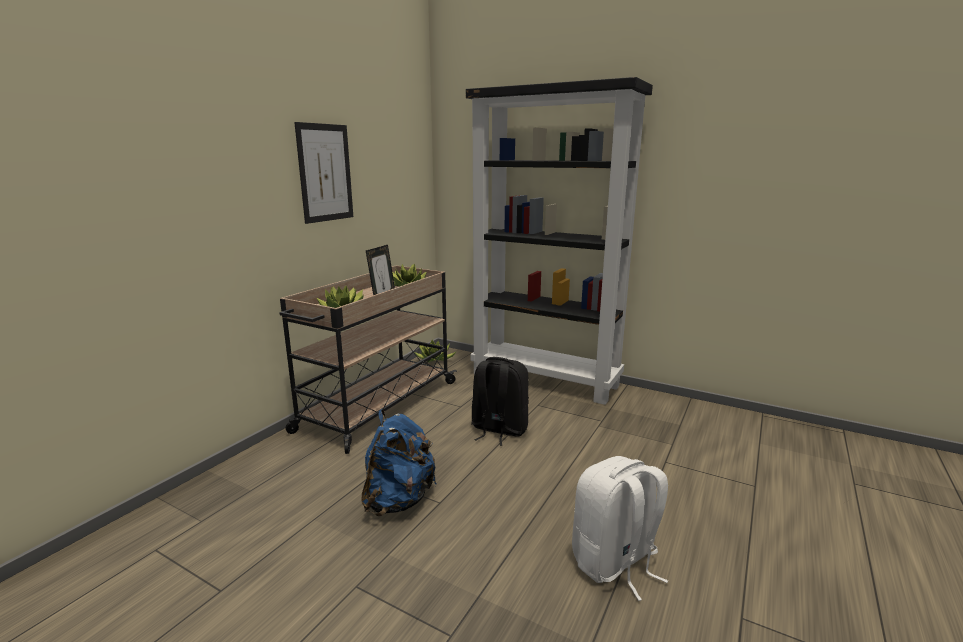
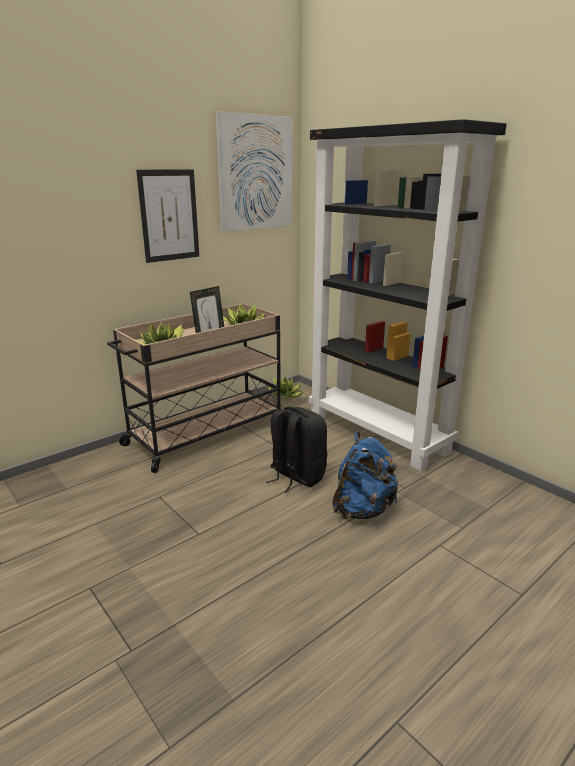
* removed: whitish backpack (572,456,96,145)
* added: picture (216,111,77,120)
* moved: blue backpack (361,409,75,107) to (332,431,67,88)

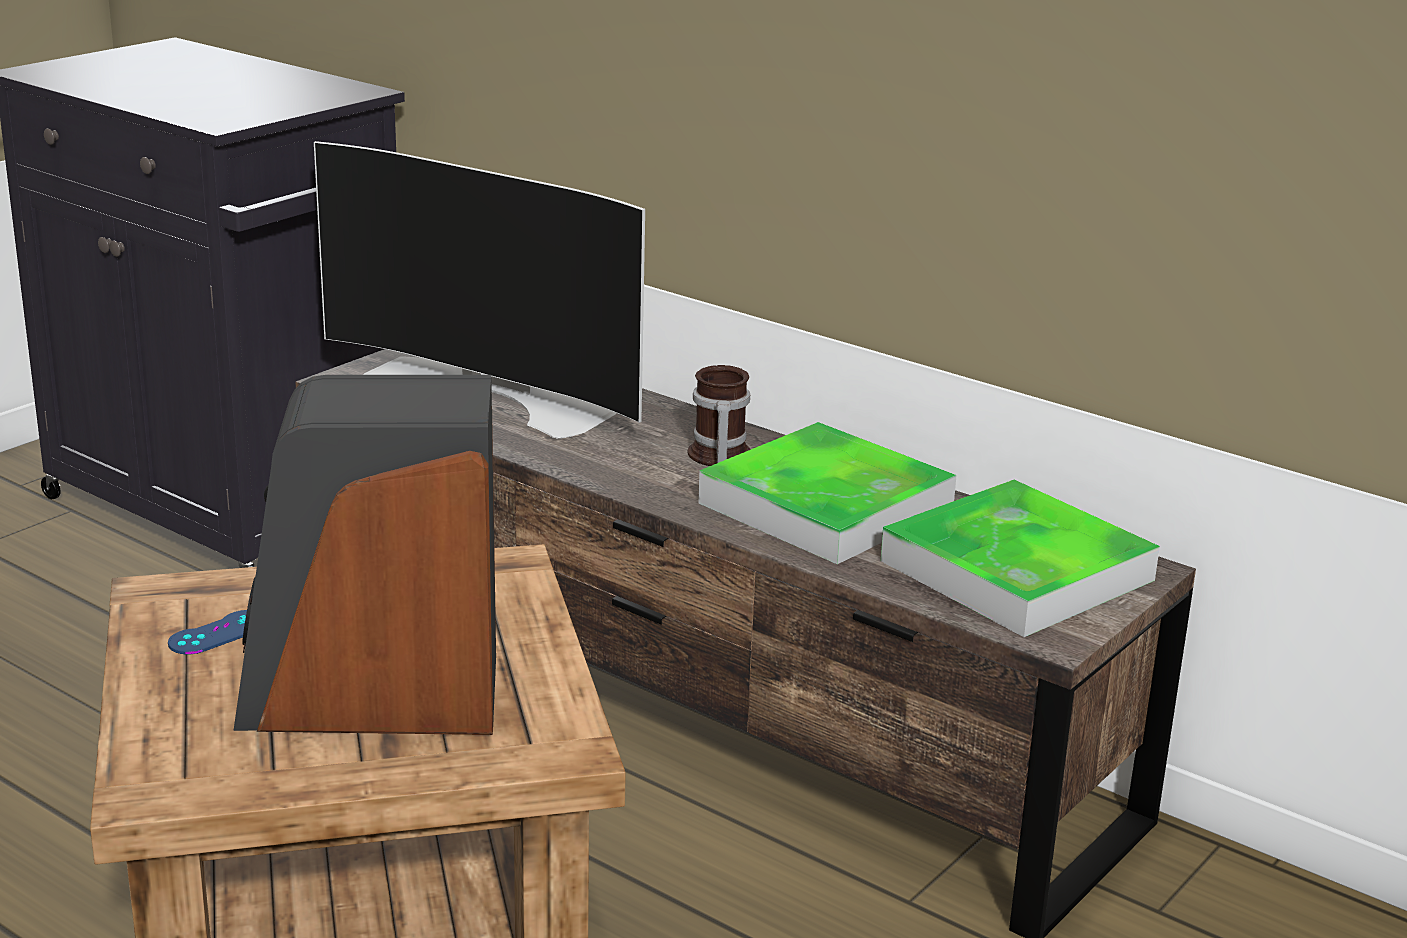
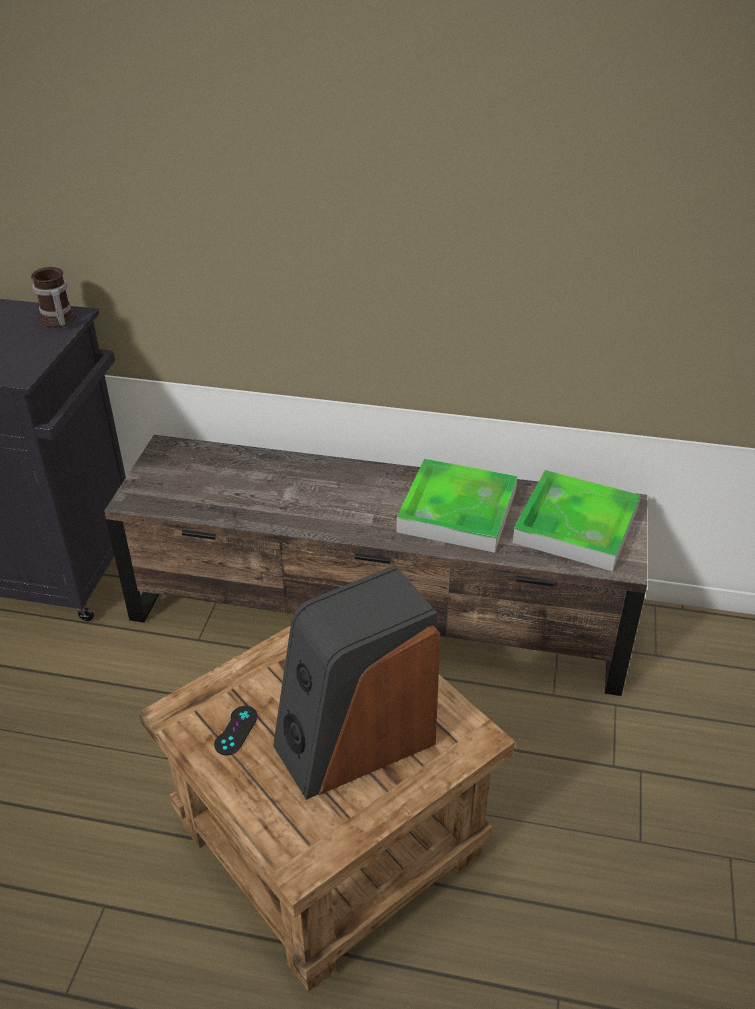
* removed: TV (314,141,331,298)
* moved: mug (687,365,64,101) to (31,267,45,61)
* recoloured: blue game controller (168,610,79,44) to black-coloured game controller (214,706,44,49)

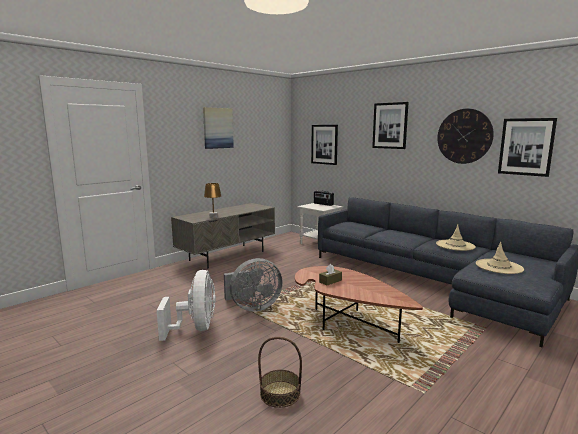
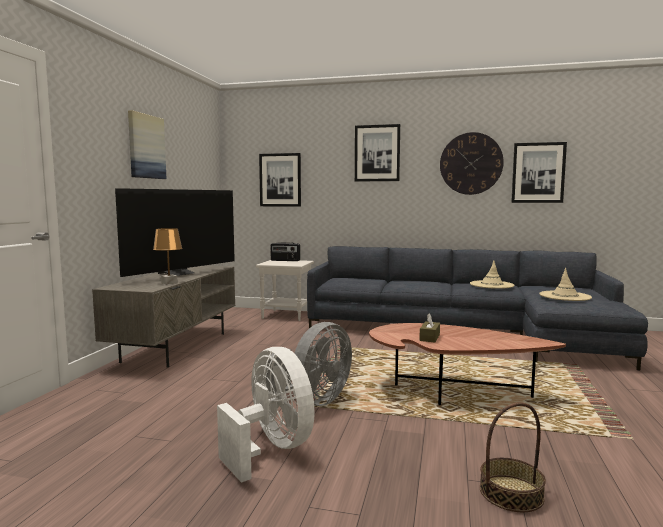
* added: TV (115,188,120,89)

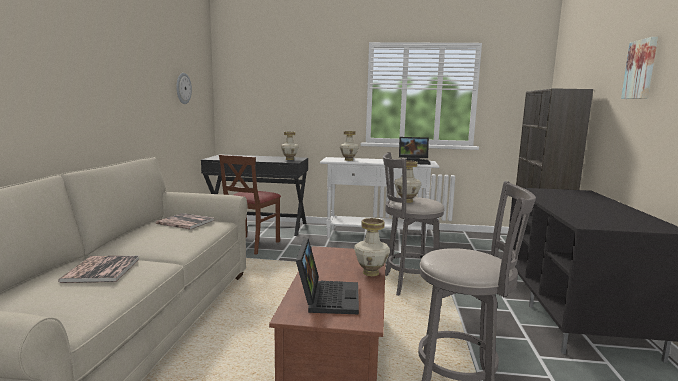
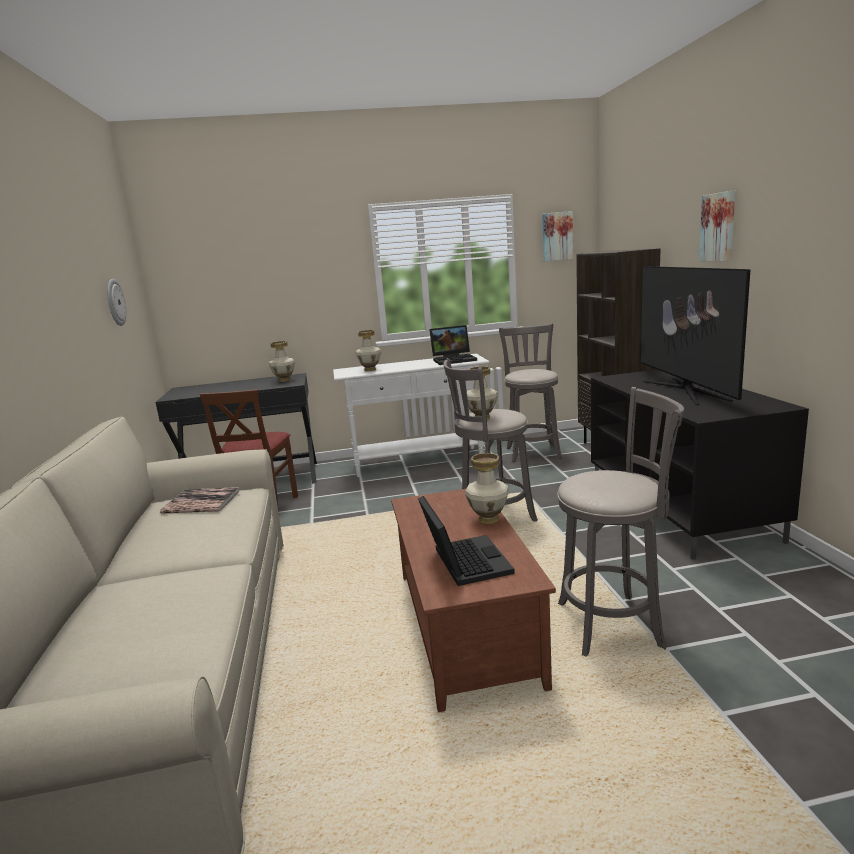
* removed: volume (58,256,82,27)
* added: gray stool seat (499,324,63,138)
* added: picture (542,211,31,50)
* added: TV (640,266,110,139)

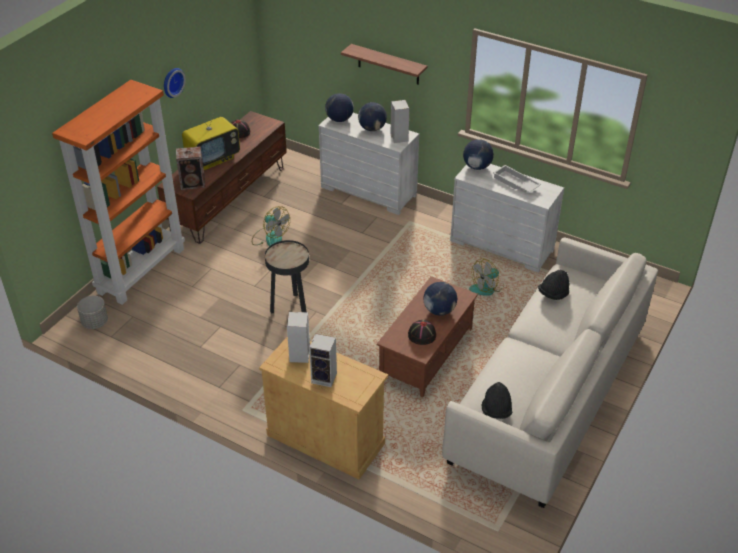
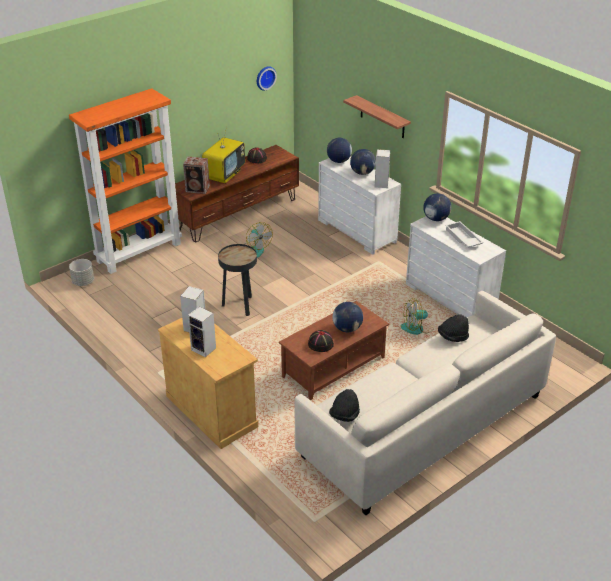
* moved: clock on the wall (164,68,22,30) to (257,66,20,25)
* turned: TV (182,107,58,63) = (202,127,43,56) 45 degrees counterclockwise

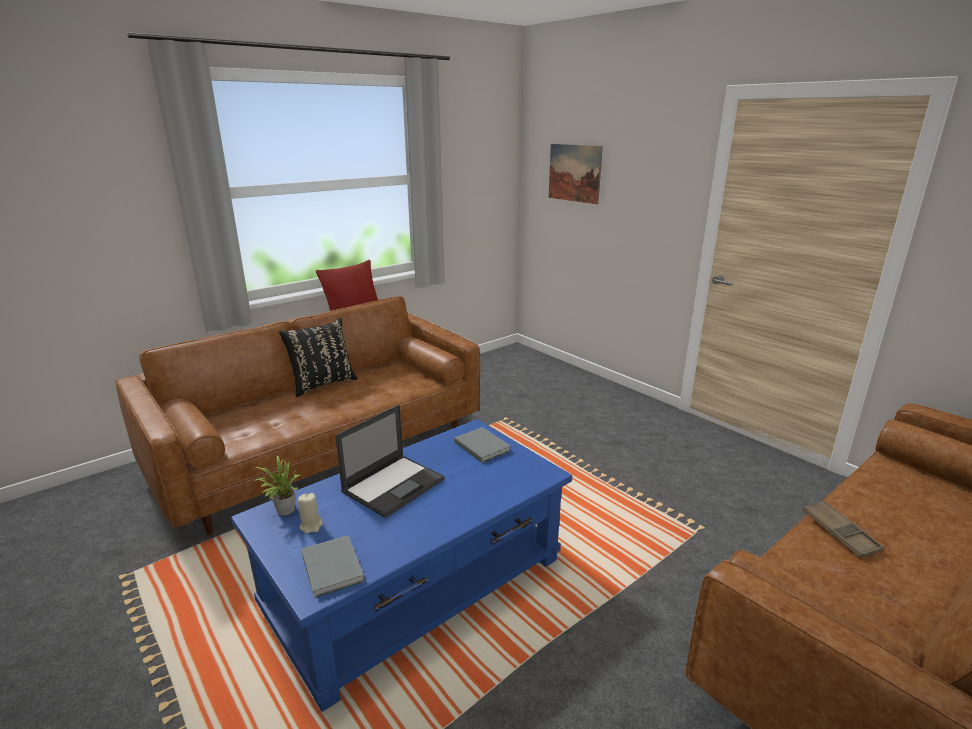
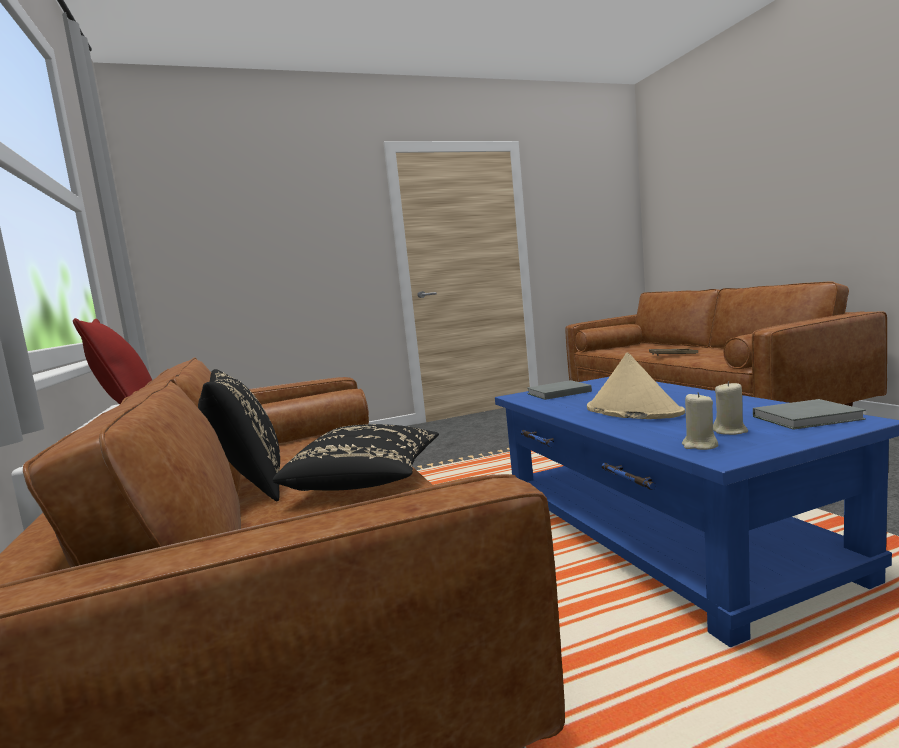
* removed: picture (549,144,54,60)
* added: black-coloured cushion (272,424,167,67)
* replaced: houseplant (255,454,45,61) to sand-coloured wax candle (682,392,36,58)
* replaced: laptop (335,405,110,113) to sand-coloured clothing hat (587,352,98,67)

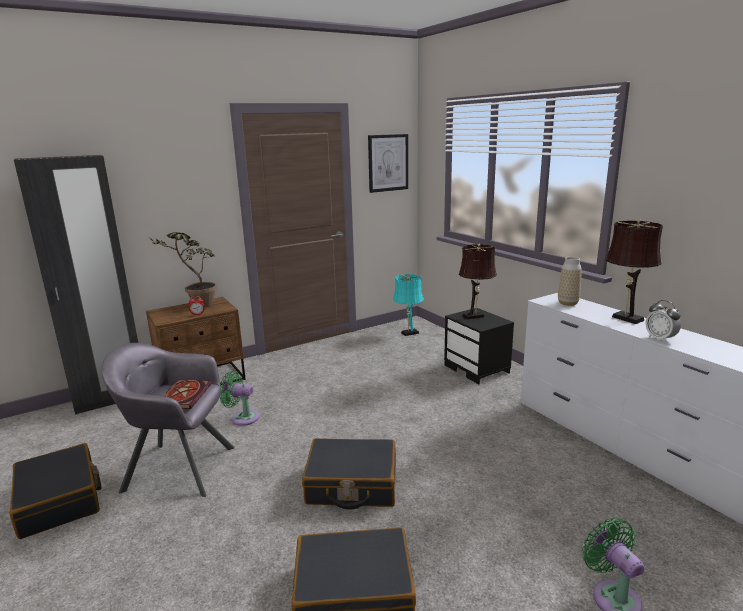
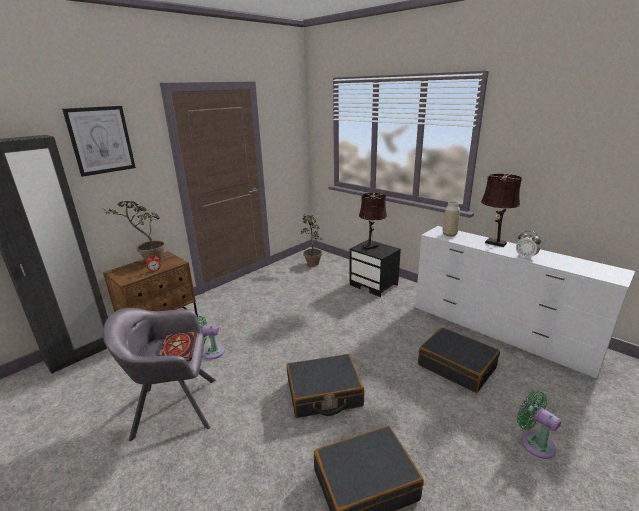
* moved: black-coloured travel case (10,443,91,96) to (418,327,82,66)
* moved: picture (368,134,40,59) to (62,106,74,71)
* replaced: turquoise tabletop lamp (393,274,31,62) to houseplant (300,214,23,52)

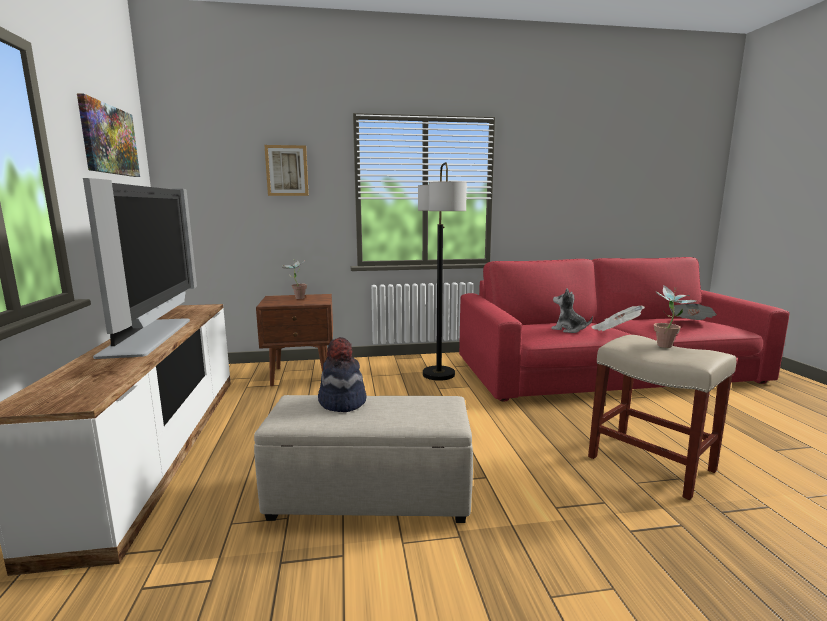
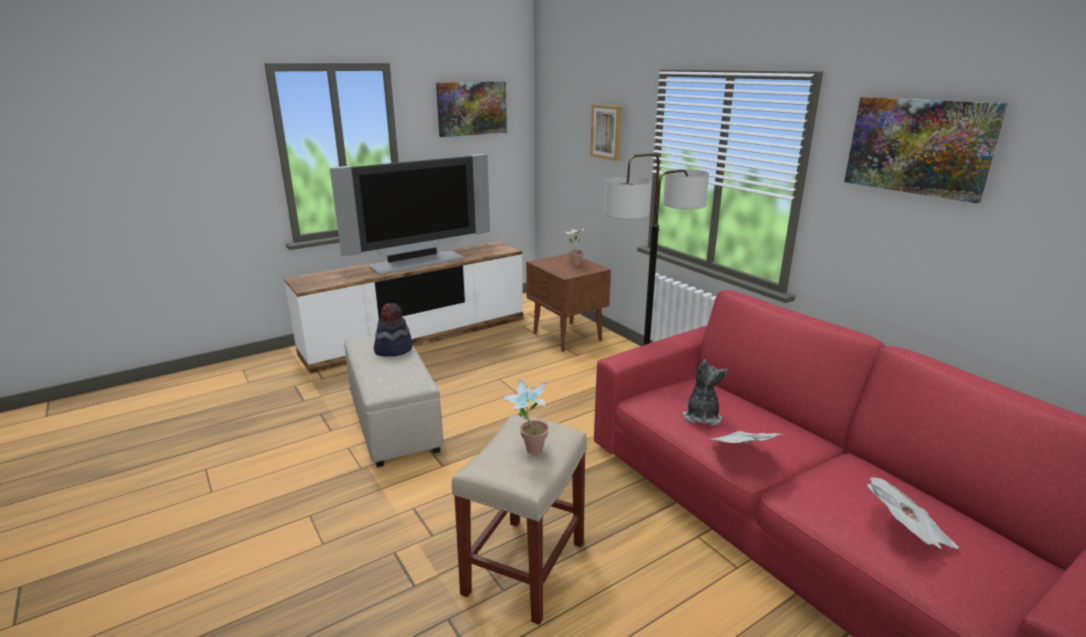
* added: picture (844,97,164,106)

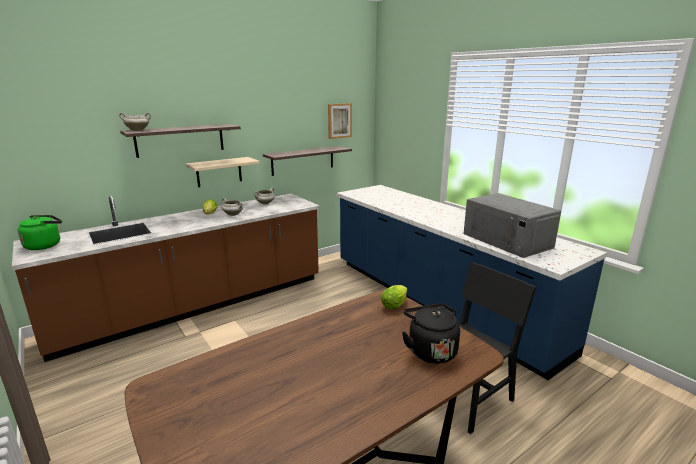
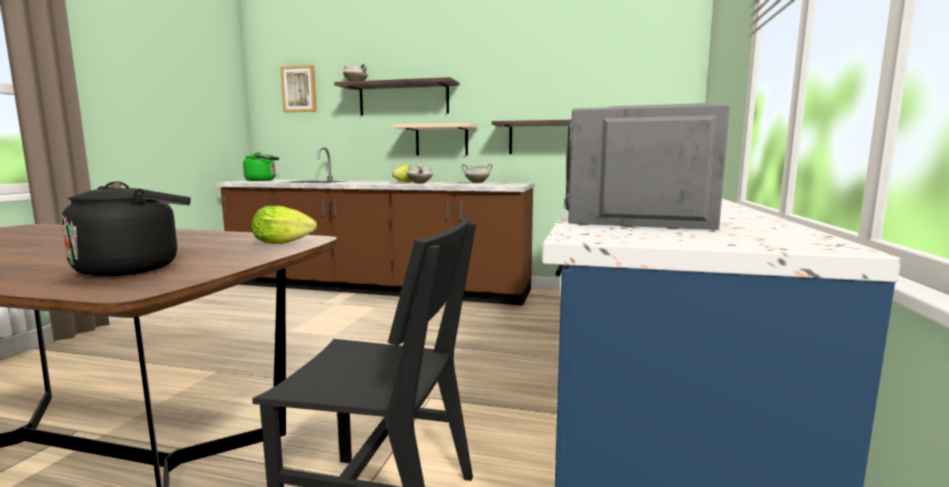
* moved: picture (328,103,24,36) to (280,65,37,47)

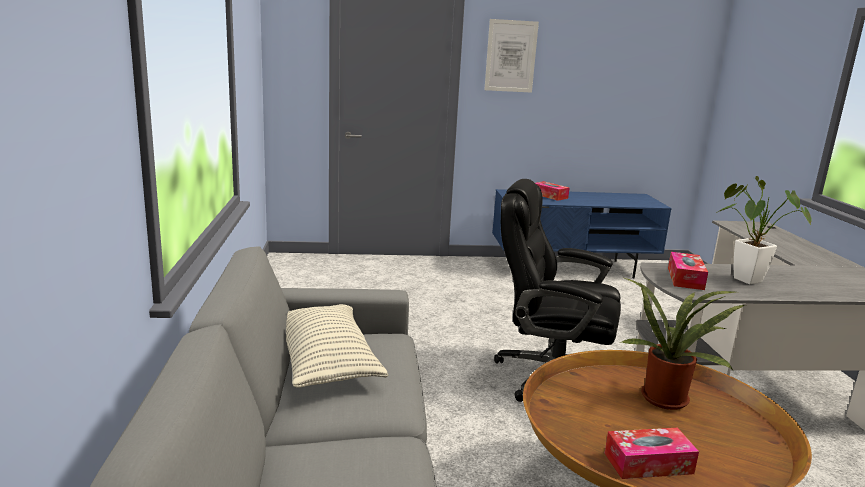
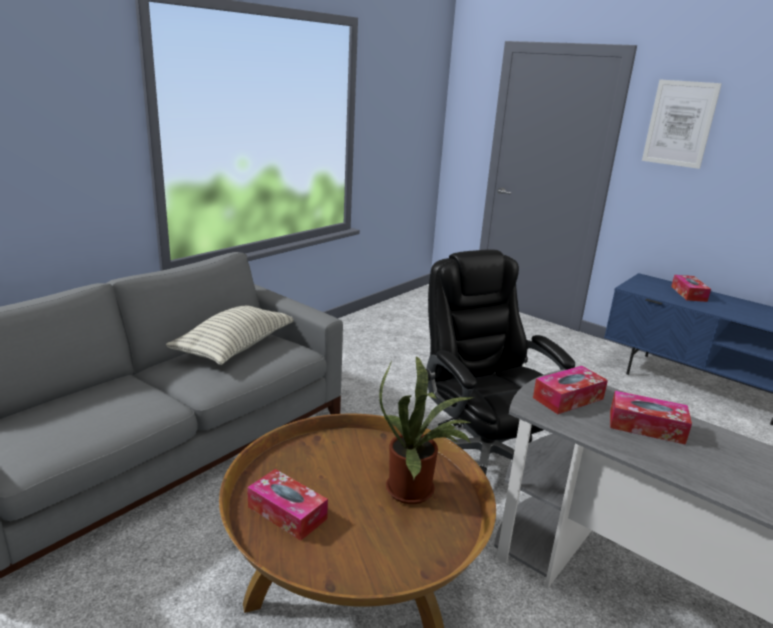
* replaced: houseplant (716,176,96,108) to tissue holder (610,391,82,54)

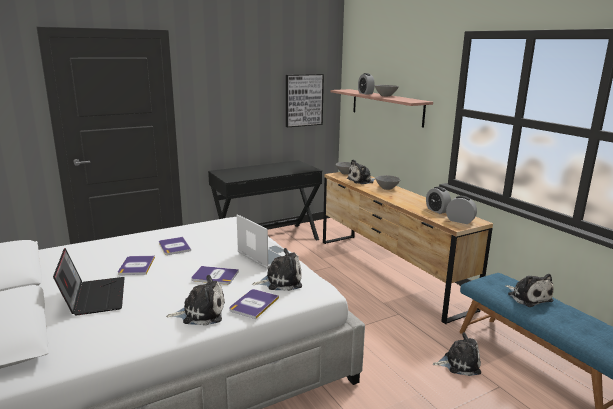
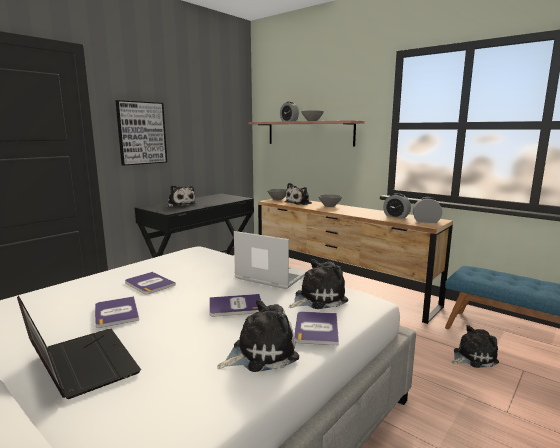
* moved: picture (286,74,38,53) to (115,100,52,66)
* moved: plush toy (505,274,49,33) to (166,185,30,22)

